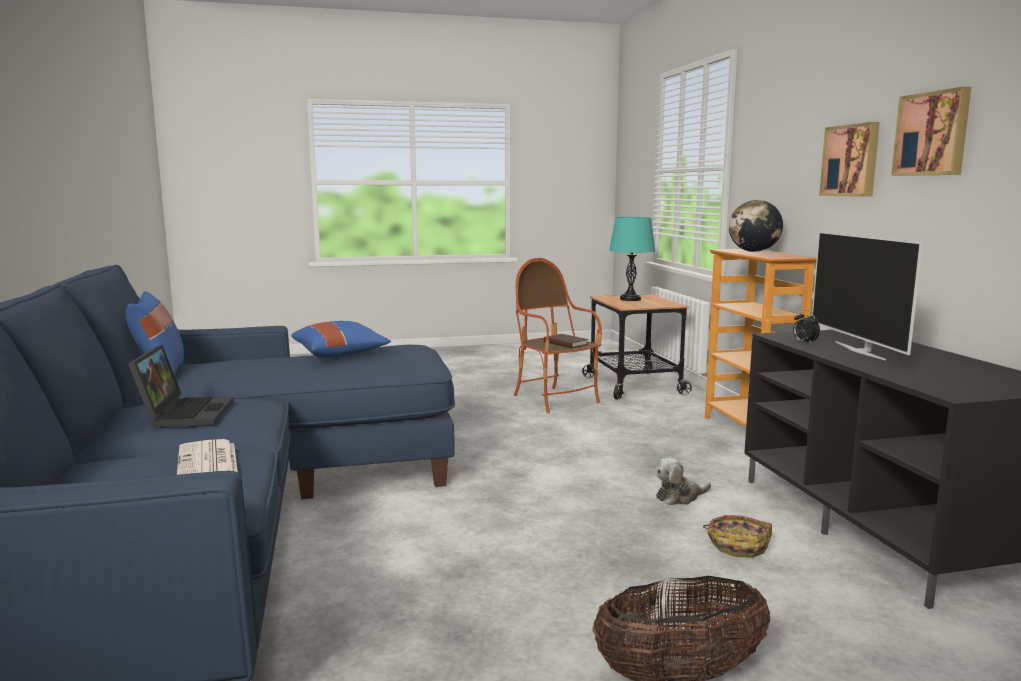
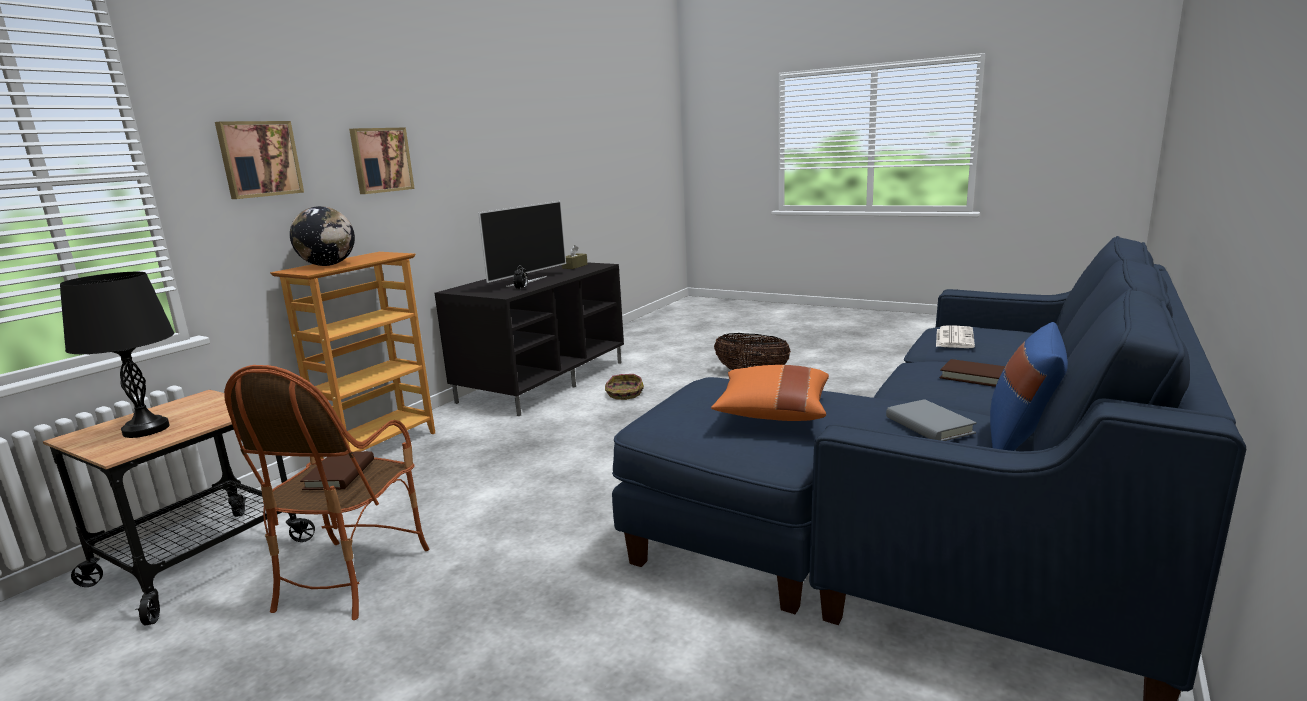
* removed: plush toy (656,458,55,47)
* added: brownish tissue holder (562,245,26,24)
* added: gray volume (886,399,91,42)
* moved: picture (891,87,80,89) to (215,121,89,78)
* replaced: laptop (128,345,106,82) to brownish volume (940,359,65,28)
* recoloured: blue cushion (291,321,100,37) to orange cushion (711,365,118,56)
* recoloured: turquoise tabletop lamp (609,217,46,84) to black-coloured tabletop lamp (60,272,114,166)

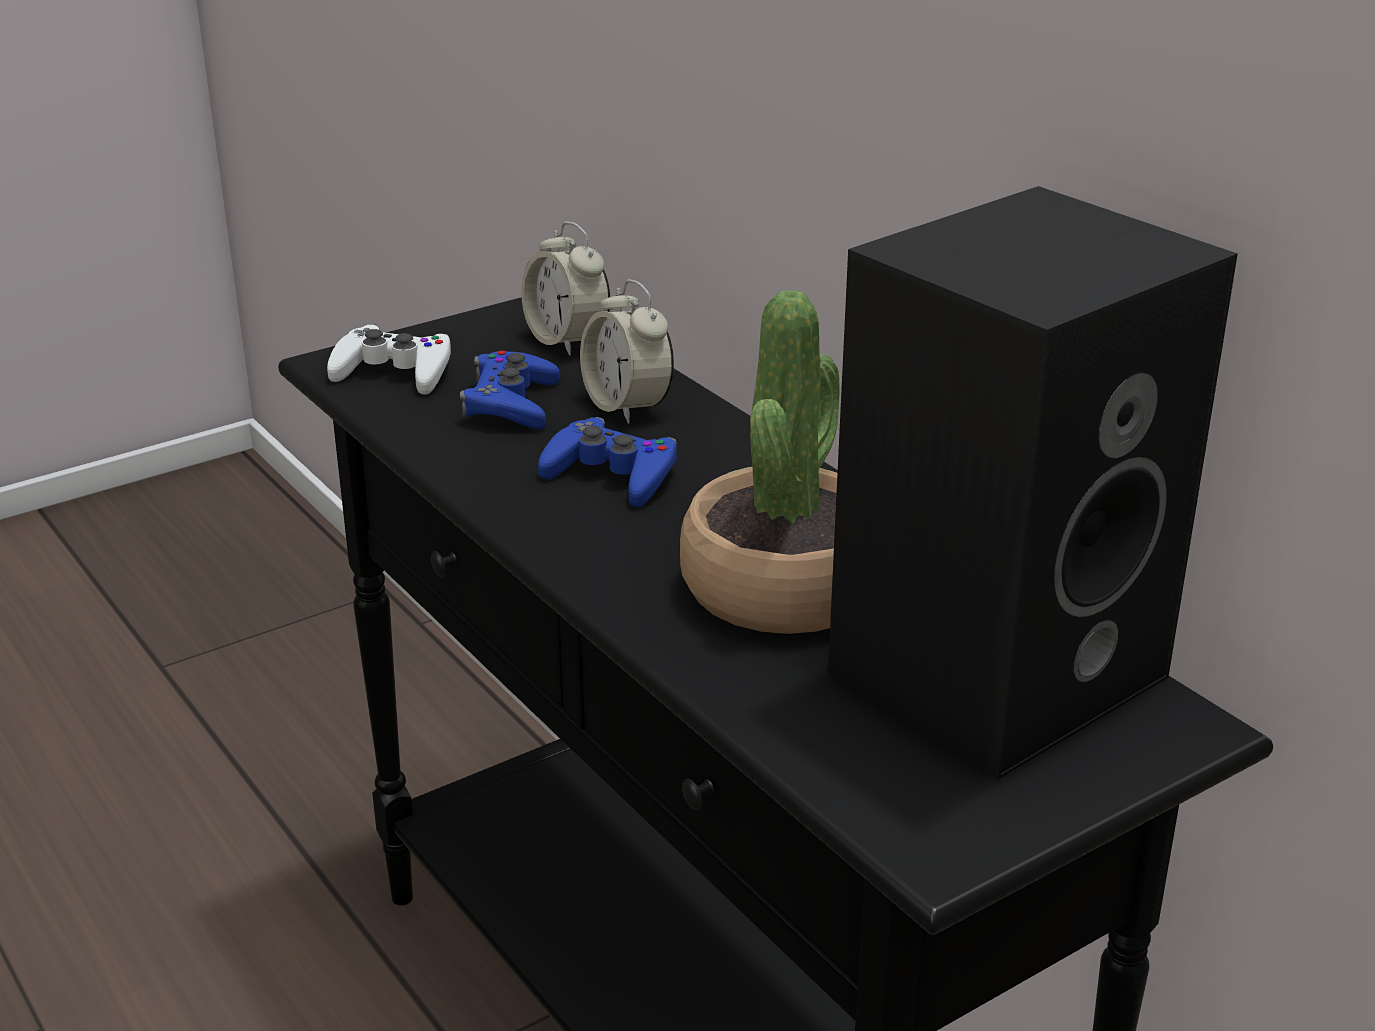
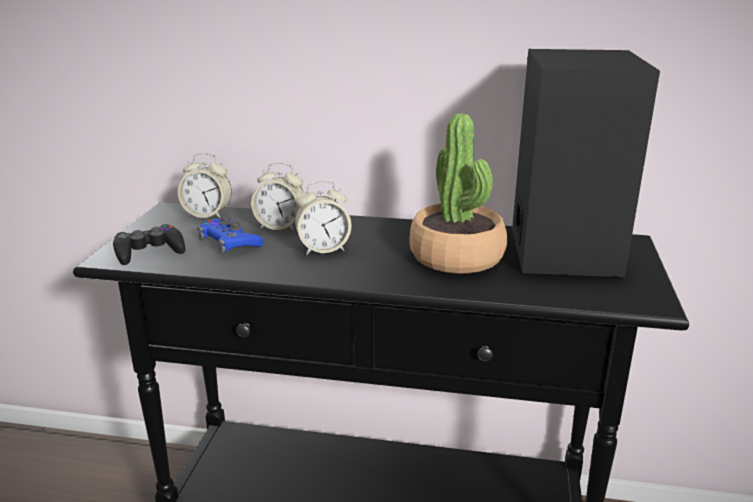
* replaced: blue game controller (538,417,139,90) to bedside clock (295,180,57,75)
* recoloured: whitish game controller (327,324,124,71) to black-coloured game controller (113,224,72,41)

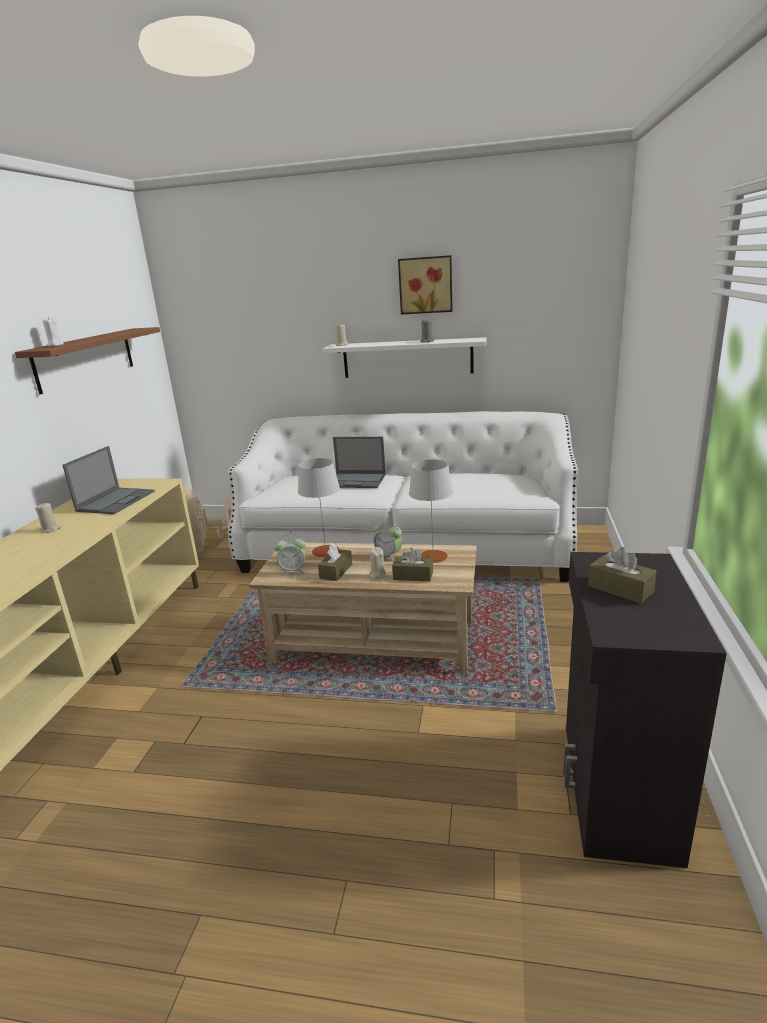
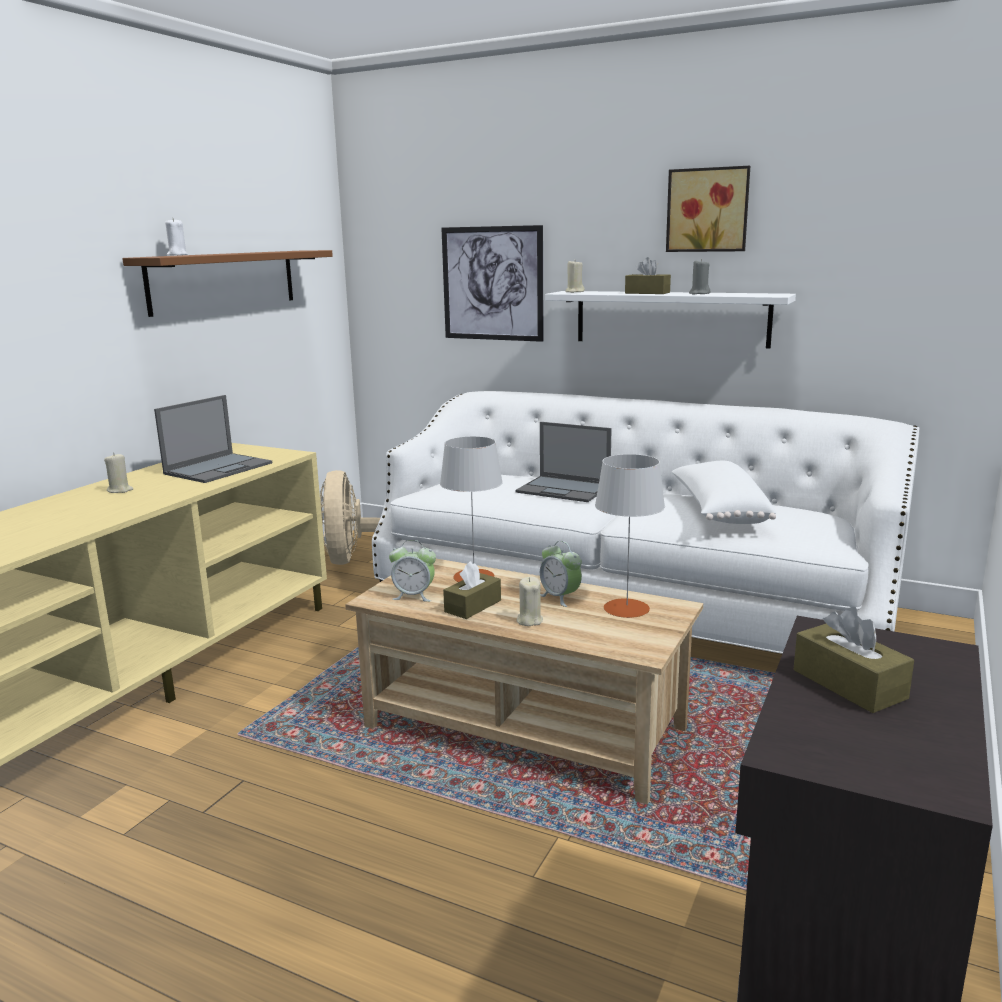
* added: picture (441,225,103,117)
* added: whitish cushion (672,461,104,63)
* moved: brownish tissue holder (392,548,41,34) to (625,257,46,37)

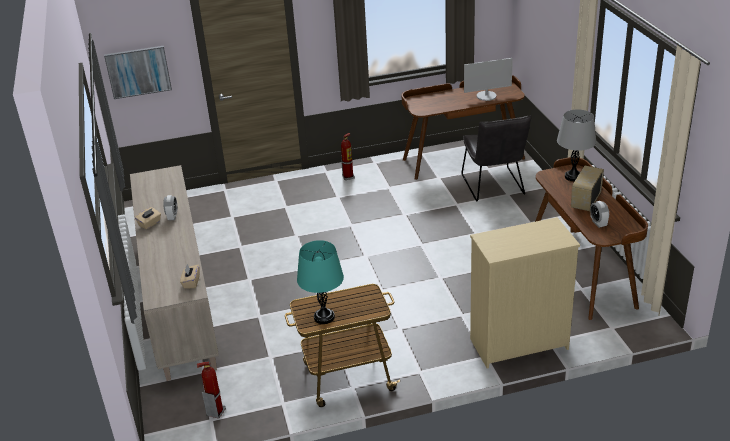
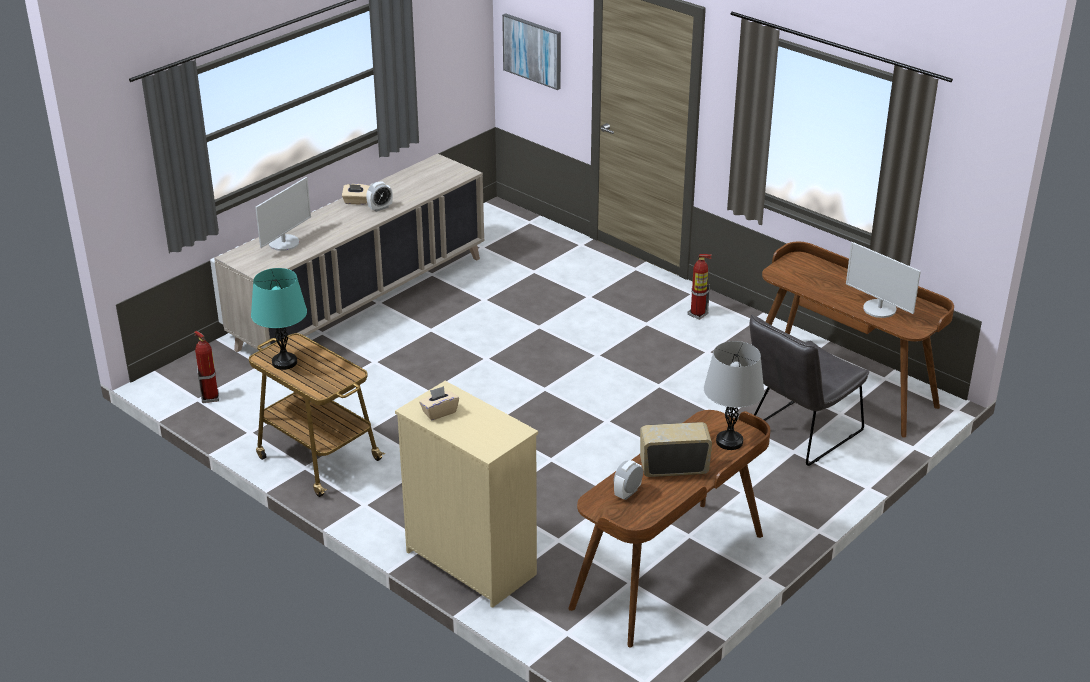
* added: computer screen (255,177,56,74)
* moved: sand-coloured tissue holder (180,264,20,24) to (419,386,40,34)

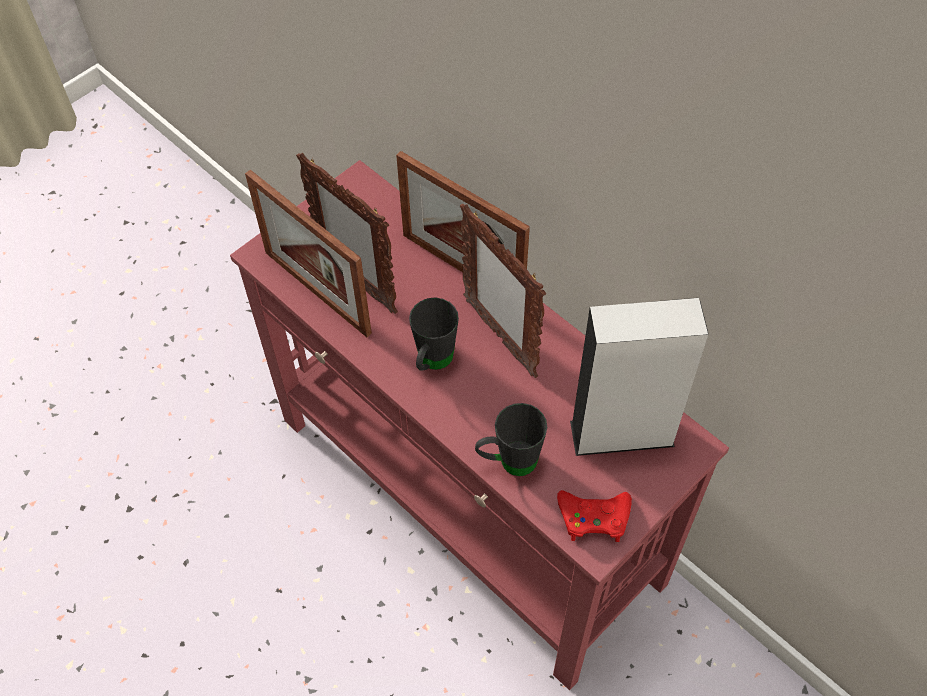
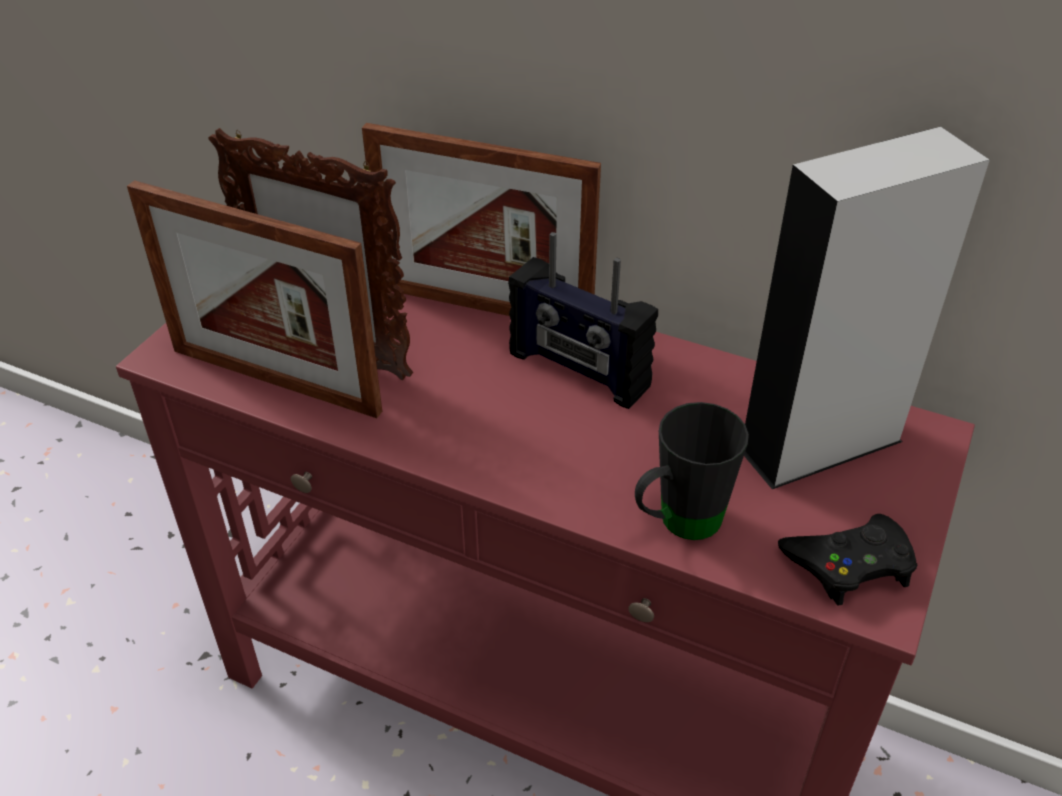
* removed: black-coloured mug (409,297,50,74)
* replaced: photo frame (460,204,86,174) to radio receiver (508,232,150,177)
* recoloured: red game controller (557,490,75,52) to black-coloured game controller (778,514,139,92)

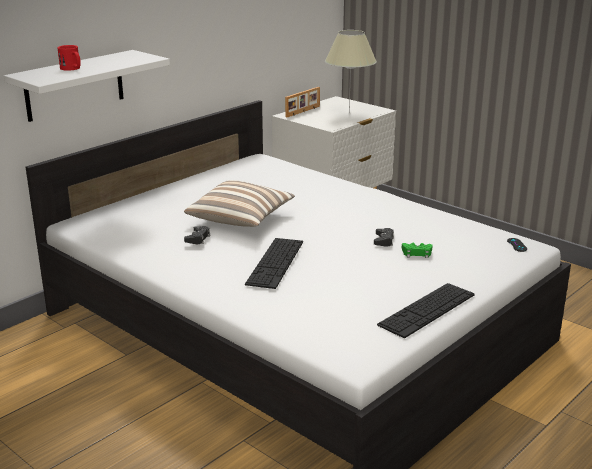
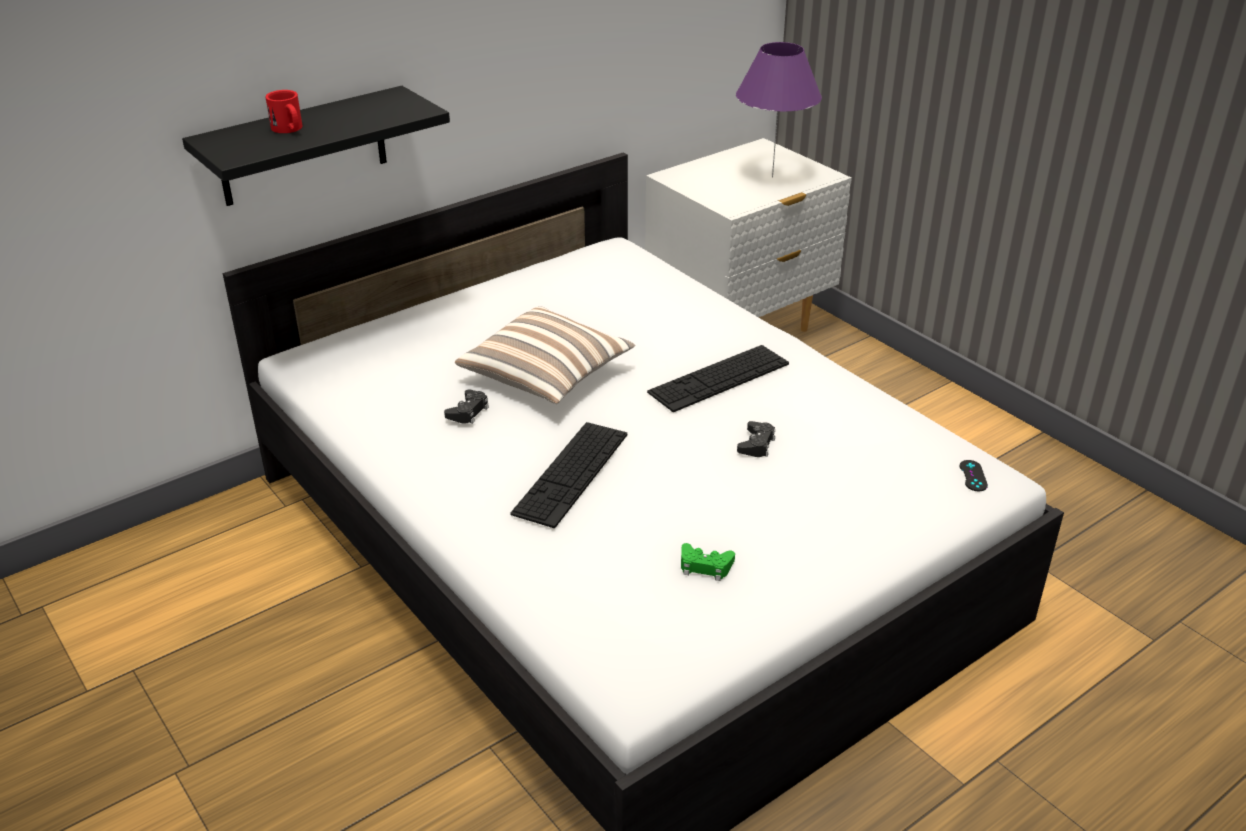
* removed: photo frame (285,87,35,30)
* moved: PC keyboard (377,283,98,55) to (647,345,142,67)
* moved: green game controller (402,243,31,15) to (681,543,54,38)
* recoloured: whitish shelf (4,50,166,72) to black-coloured shelf (182,86,268,120)
* recoloured: sand-coloured tabletop lamp (325,30,52,83) to purple-coloured tabletop lamp (736,42,86,136)

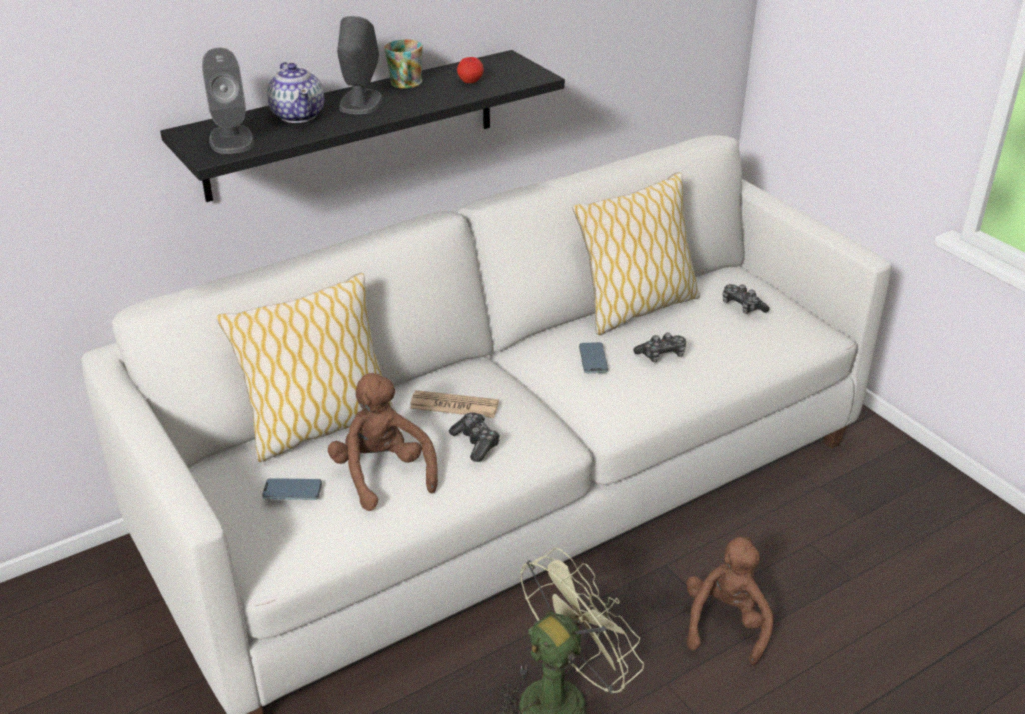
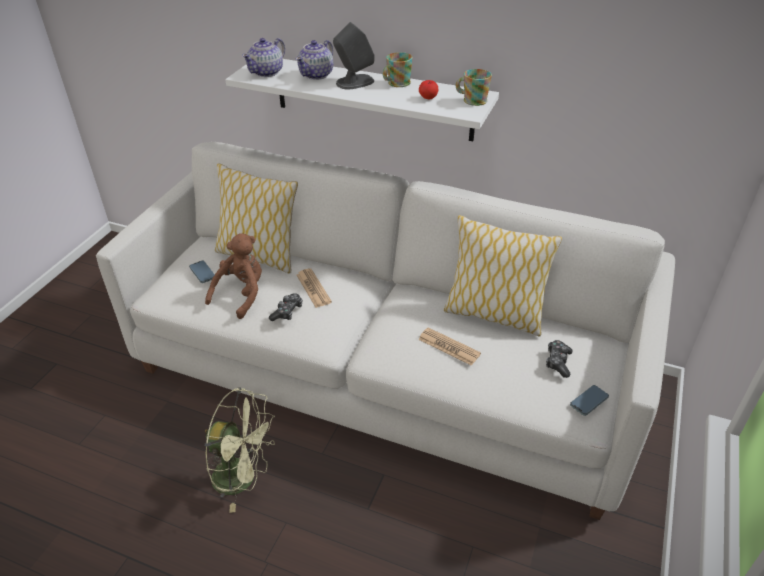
* removed: brownish plush toy (686,537,88,128)
* added: mug (456,69,36,37)
* moved: phone (579,342,29,31) to (570,385,39,31)
* replaced: gray speaker (202,48,52,106) to tea pot (242,38,43,39)
* replaced: game controller (633,333,53,29) to daily paper (418,327,63,39)
* recoloured: black-coloured shelf (160,50,405,152) to whitish shelf (225,59,274,82)

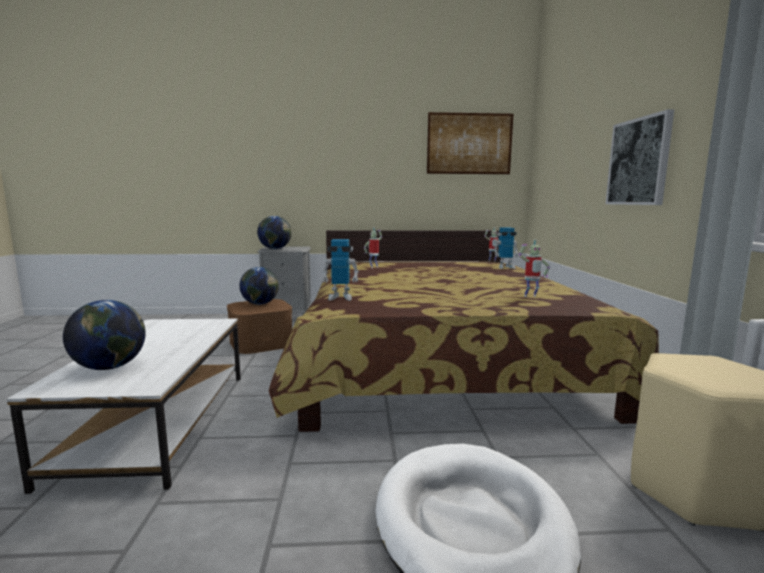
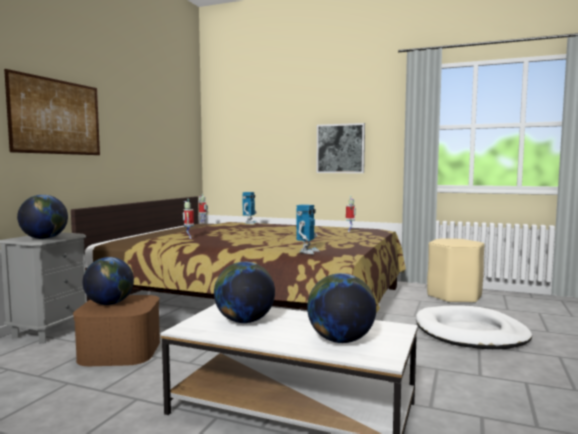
* added: world globe (214,262,61,61)
* moved: picture (427,112,87,62) to (4,69,96,86)

